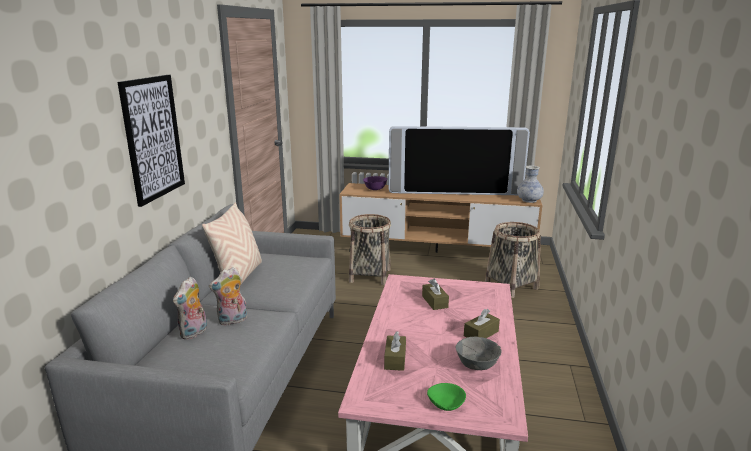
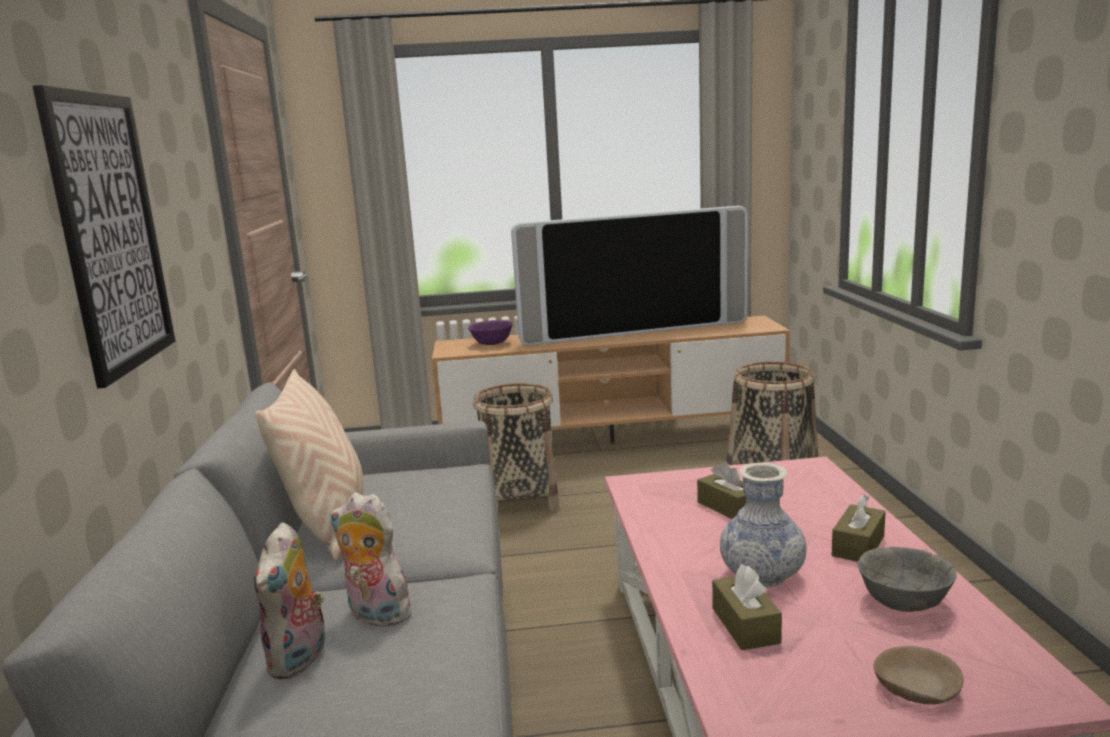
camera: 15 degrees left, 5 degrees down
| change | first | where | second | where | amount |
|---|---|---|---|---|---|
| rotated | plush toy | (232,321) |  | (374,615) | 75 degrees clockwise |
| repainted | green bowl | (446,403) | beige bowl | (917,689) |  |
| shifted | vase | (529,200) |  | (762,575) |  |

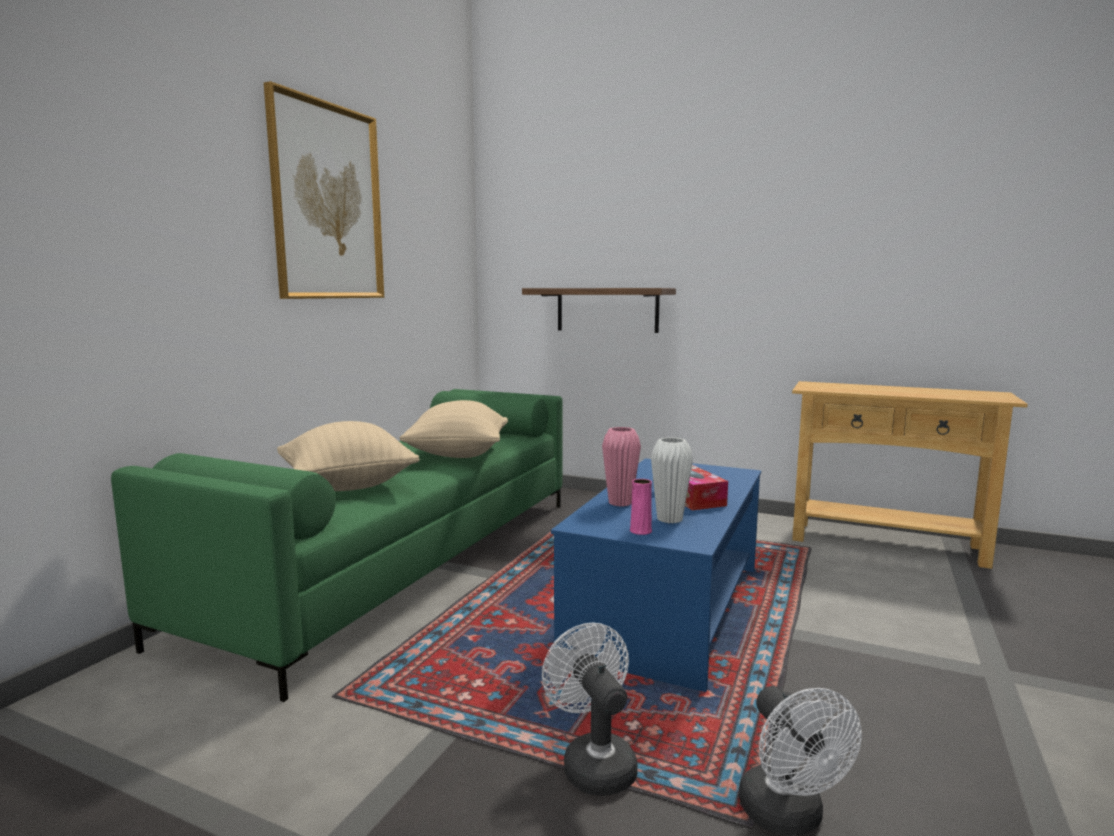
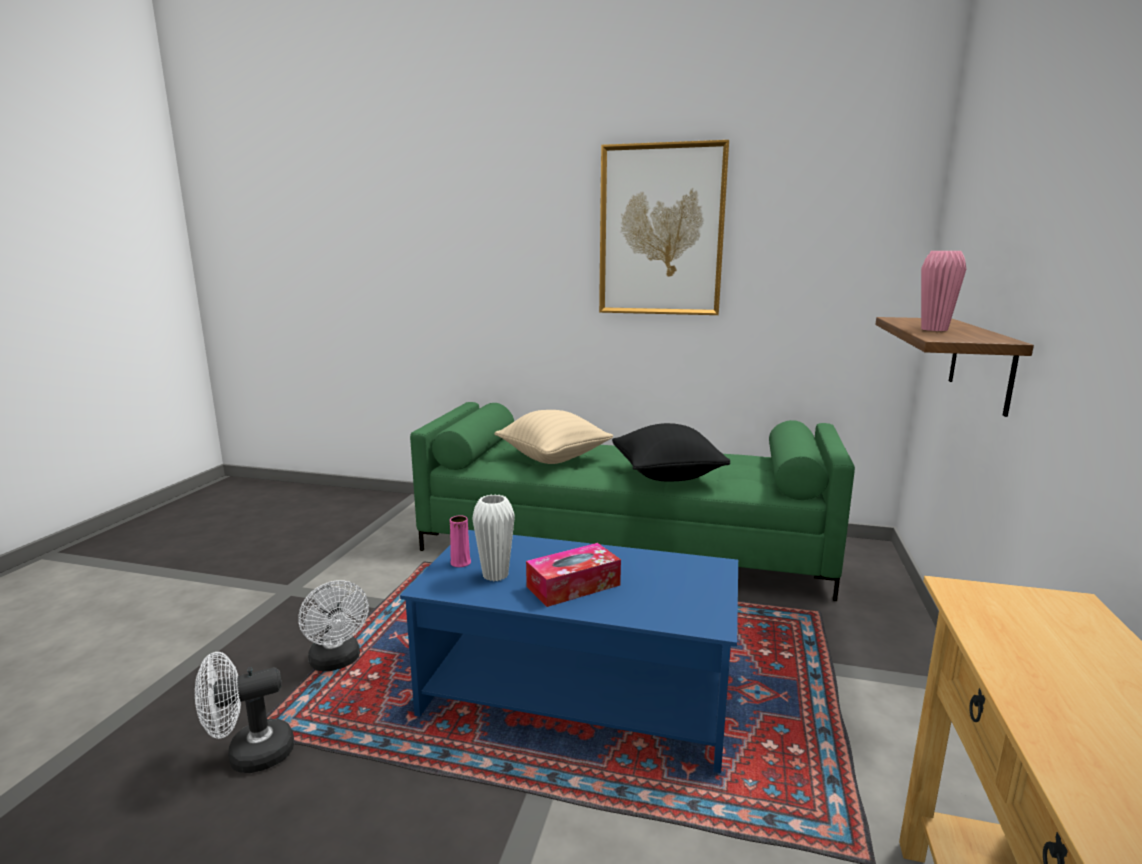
camera: 80 degrees right, 5 degrees up
| change | first | where | second | where | amount |
|---|---|---|---|---|---|
| repainted | beige pillow | (458,455) | black pillow | (667,476) |  |
| rotated | white fan | (593,762) |  | (337,662) | 90 degrees clockwise |
| shifted | pink vase | (620,503) |  | (934,329) |  |

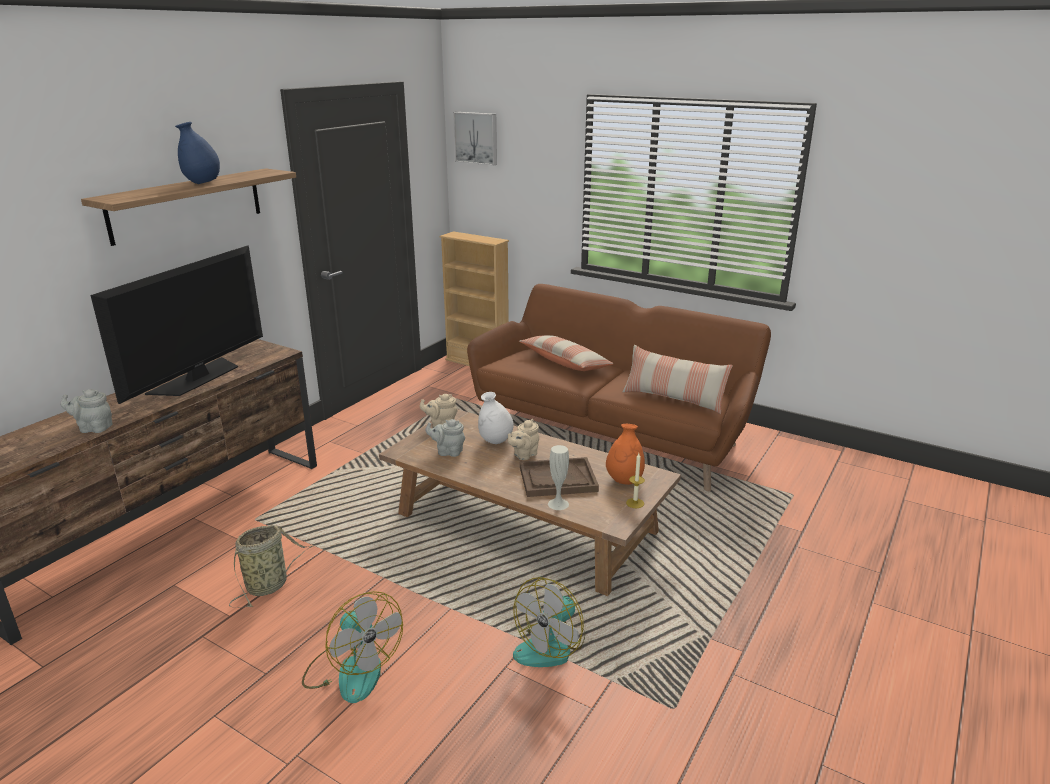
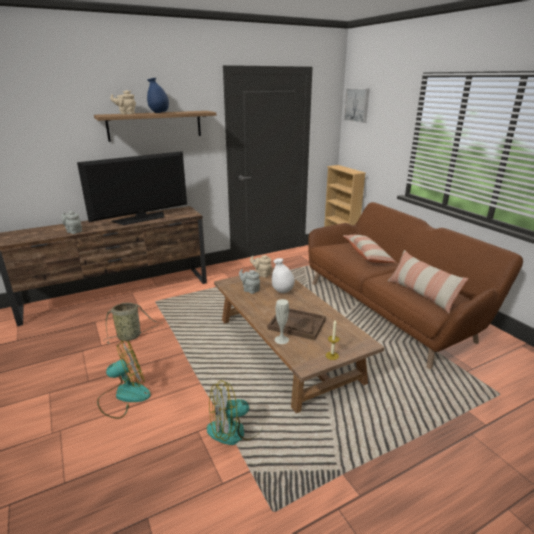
camera: 30 degrees right, 0 degrees up
| change | first | where | second | where | amount |
|---|---|---|---|---|---|
| rotated | fan | (352,669) |  | (124,396) | 105 degrees counterclockwise |
| shifted | beige teapot | (524,455) |  | (126,114) |  |
| gone | orange vase | (624,480) |  |  |  |

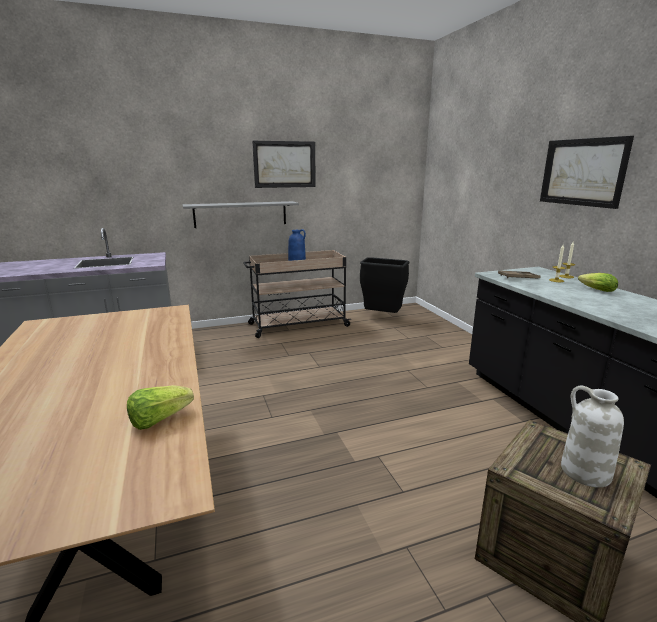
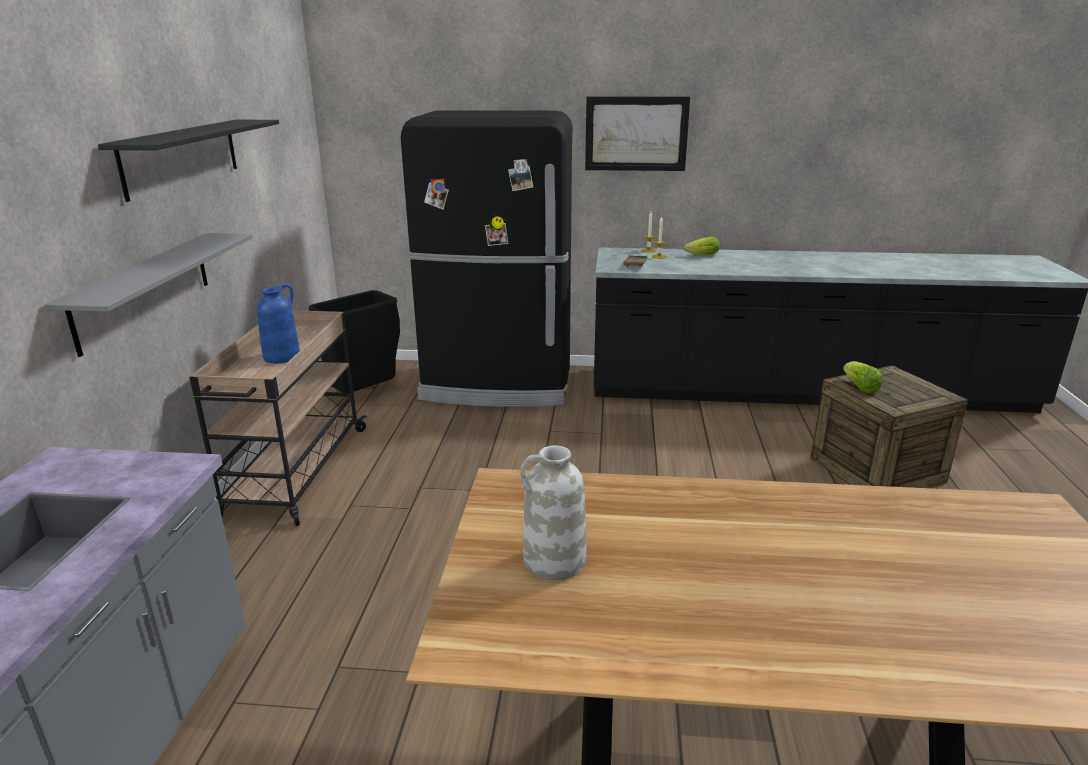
camera: 65 degrees left, 5 degrees up
| change | first | where | second | where | amount |
|---|---|---|---|---|---|
| shifted | lettuce | (159,419) |  | (859,387) |  |
| swapped | picture | (284,164) | black shelf | (182,156) |  |
| shifted | white vase | (584,472) |  | (554,562) |  |
| new |  |  | black fridge | (498,385) |  |

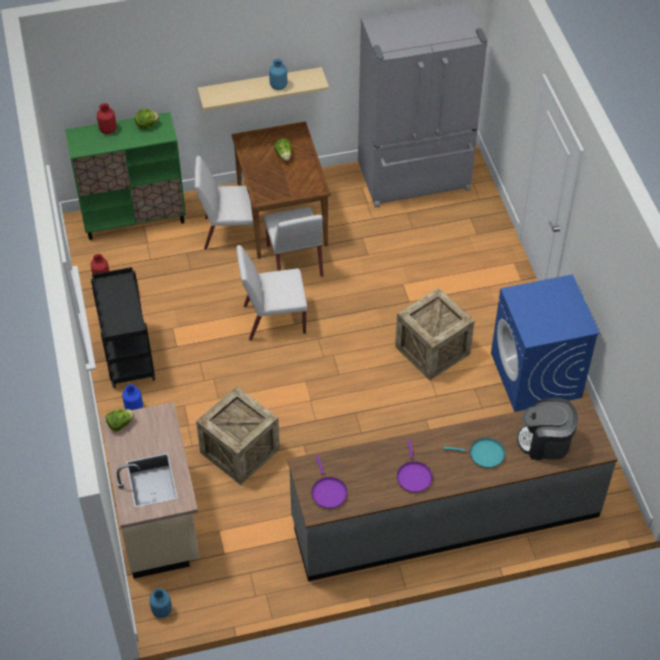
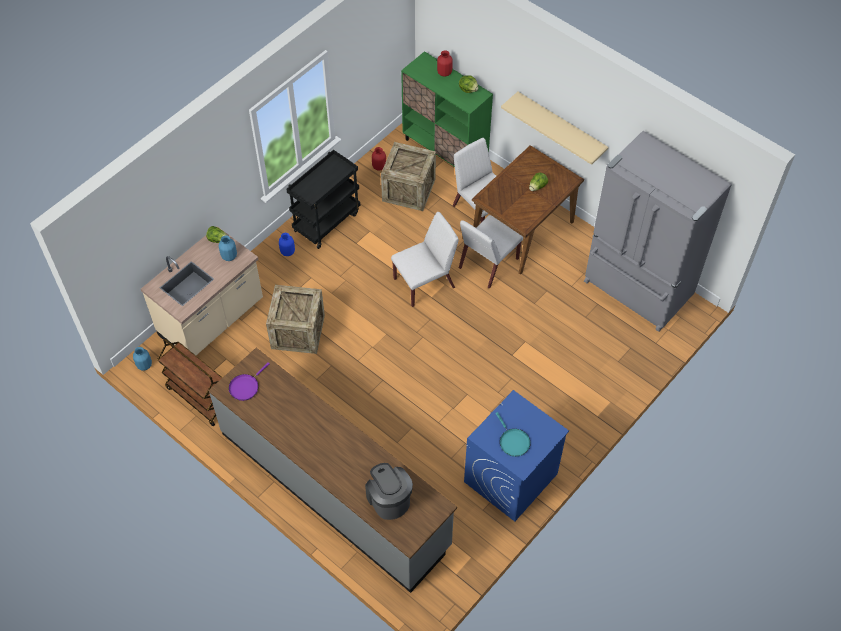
camera: 55 degrees right, 5 degrees up
| change | first | where | second | where | amount |
|---|---|---|---|---|---|
| rotated | white chair | (273,319) |  | (425,283) | 105 degrees clockwise |
| shifted | blue vase | (278,86) |  | (229,256) |  |
| shifted | crate | (432,350) |  | (408,190) |  |
| gone | purple frying pan | (413,476) |  |  |  |
| shifted | turquoise frying pan | (483,454) |  | (513,441) |  |
| new |  |  | brown cart | (199,397) |  |

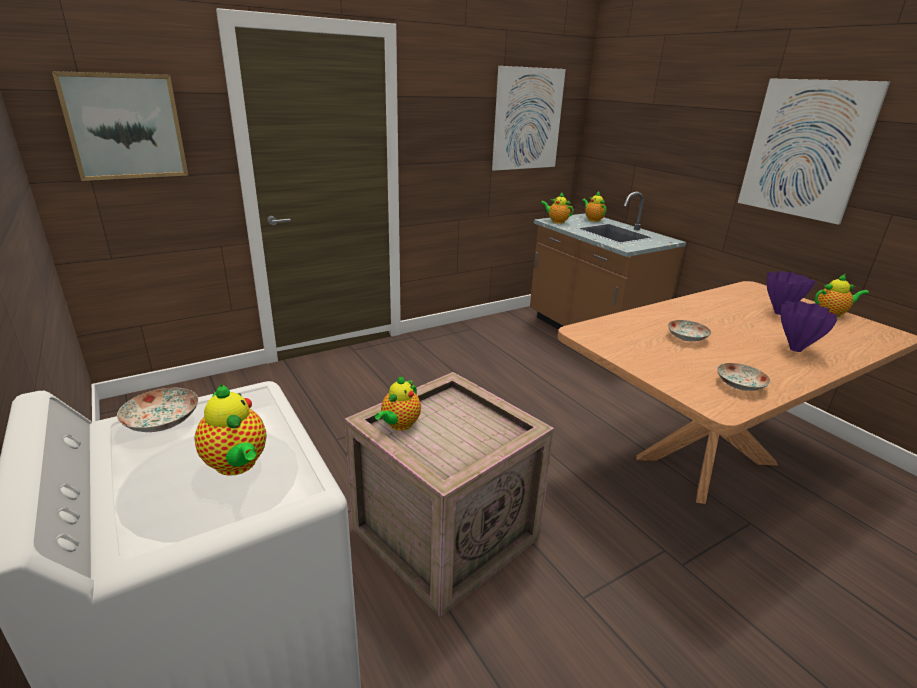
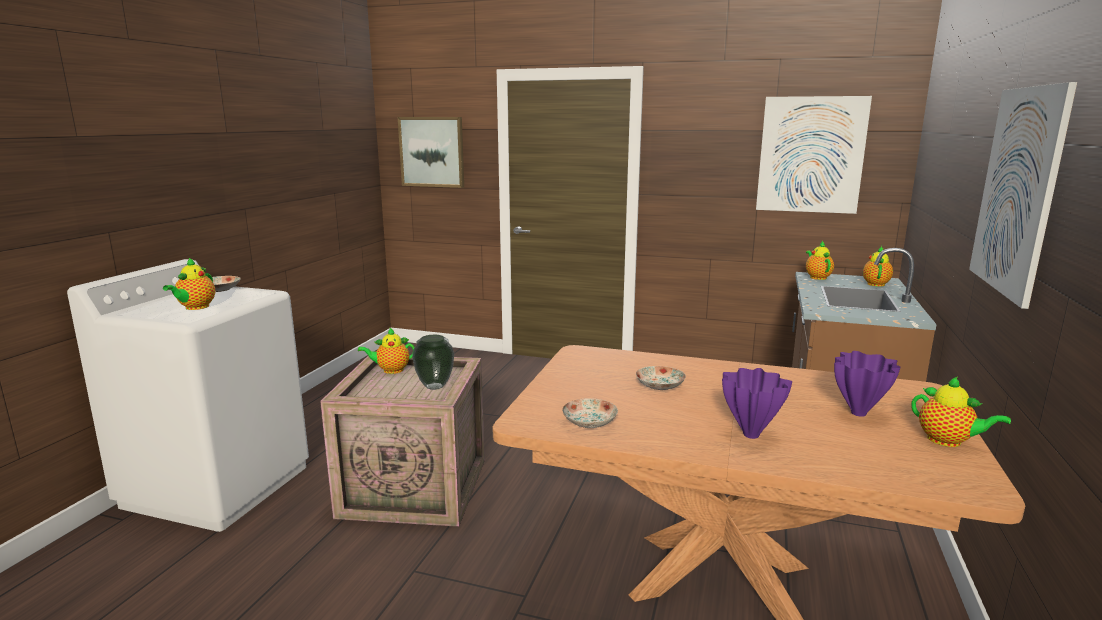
camera: 50 degrees right, 10 degrees down
| change | first | where | second | where | amount |
|---|---|---|---|---|---|
| new |  |  | vase | (434,386) |  |

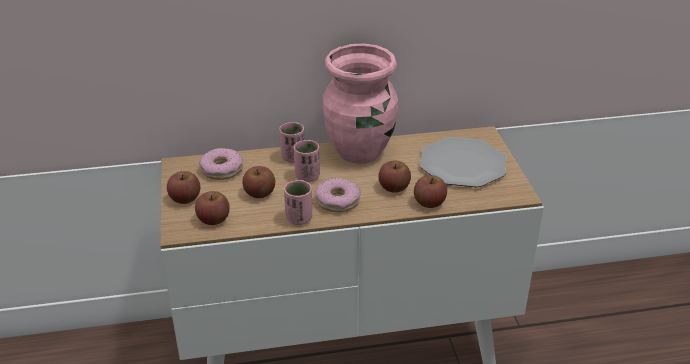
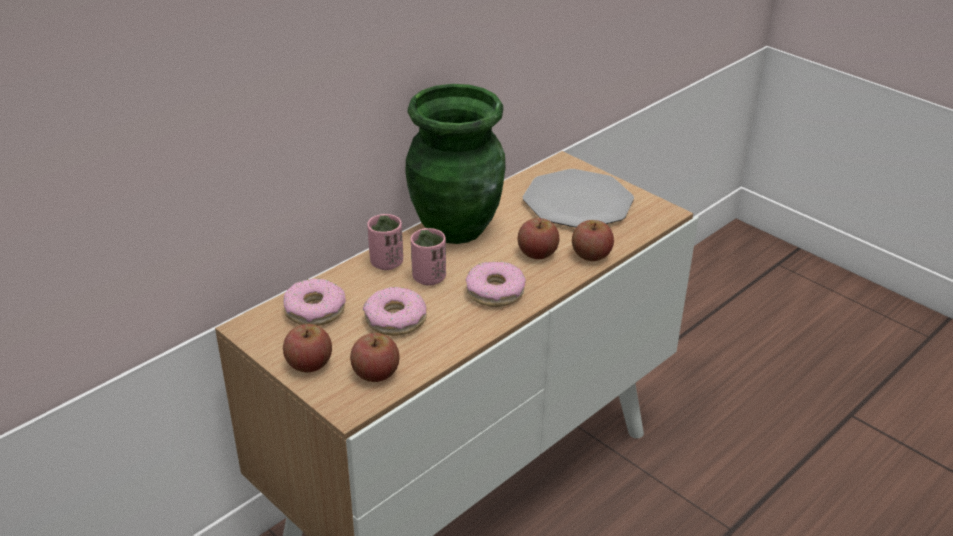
camera: 35 degrees left, 0 degrees up
| change | first | where | second | where | amount |
|---|---|---|---|---|---|
| swapped | apple | (259,193) | donut | (395,319) |  |
| gone | pink cup | (299,219) |  |  |  |
| repainted | pink vase | (360,152) | green vase | (456,228) |  |

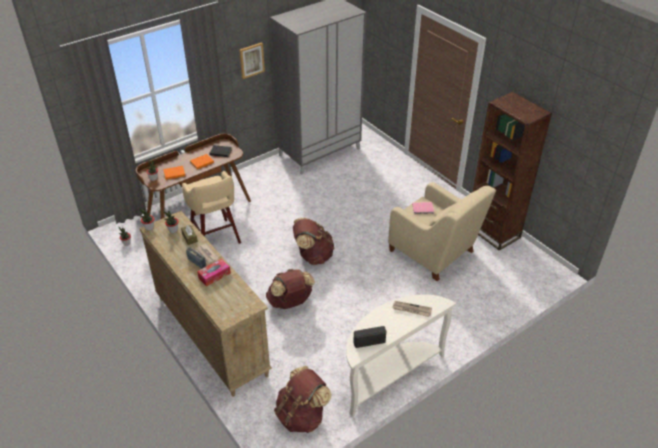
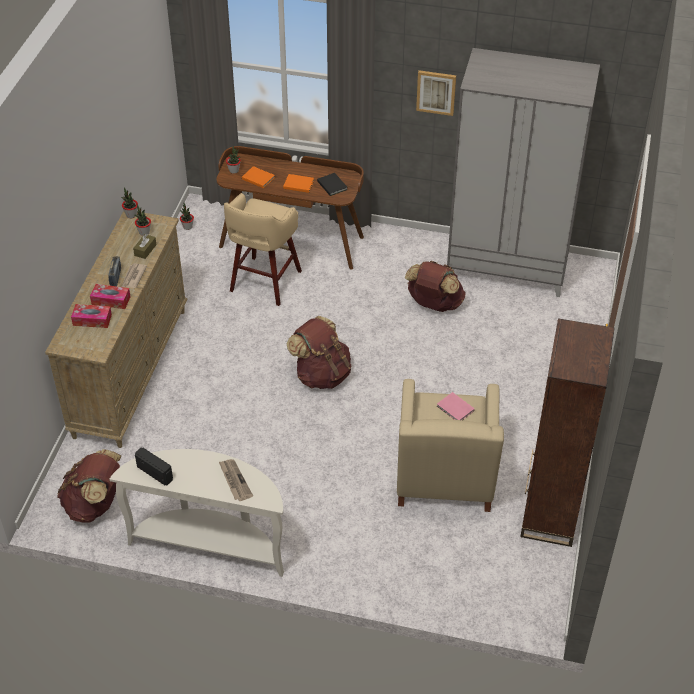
camera: 50 degrees right, 5 degrees up
| change | first | where | second | where | amount |
|---|---|---|---|---|---|
| shifted | brown backpack | (290,302) |  | (434,304) |  |
| new |  |  | tissue box | (92,320) |  |

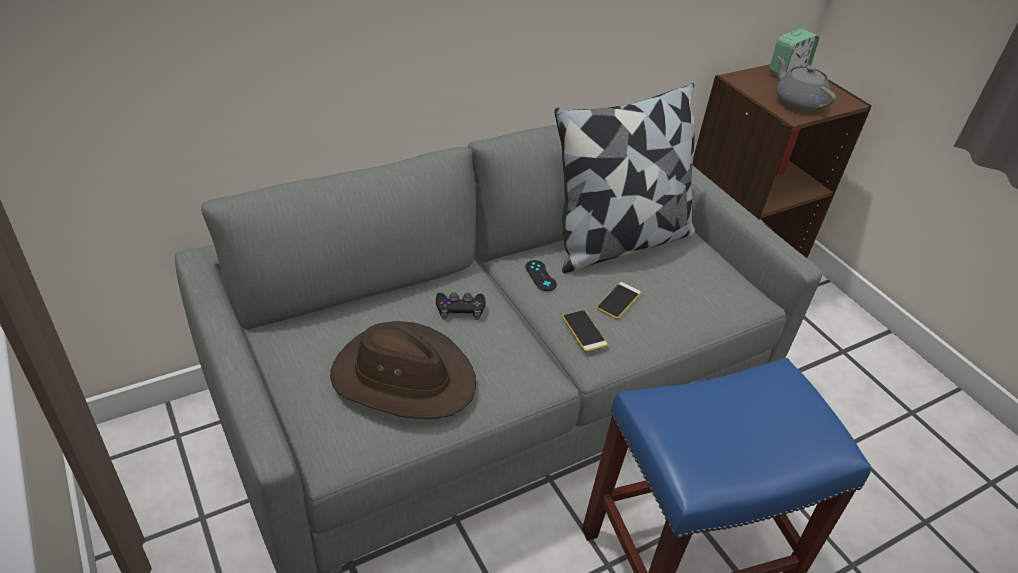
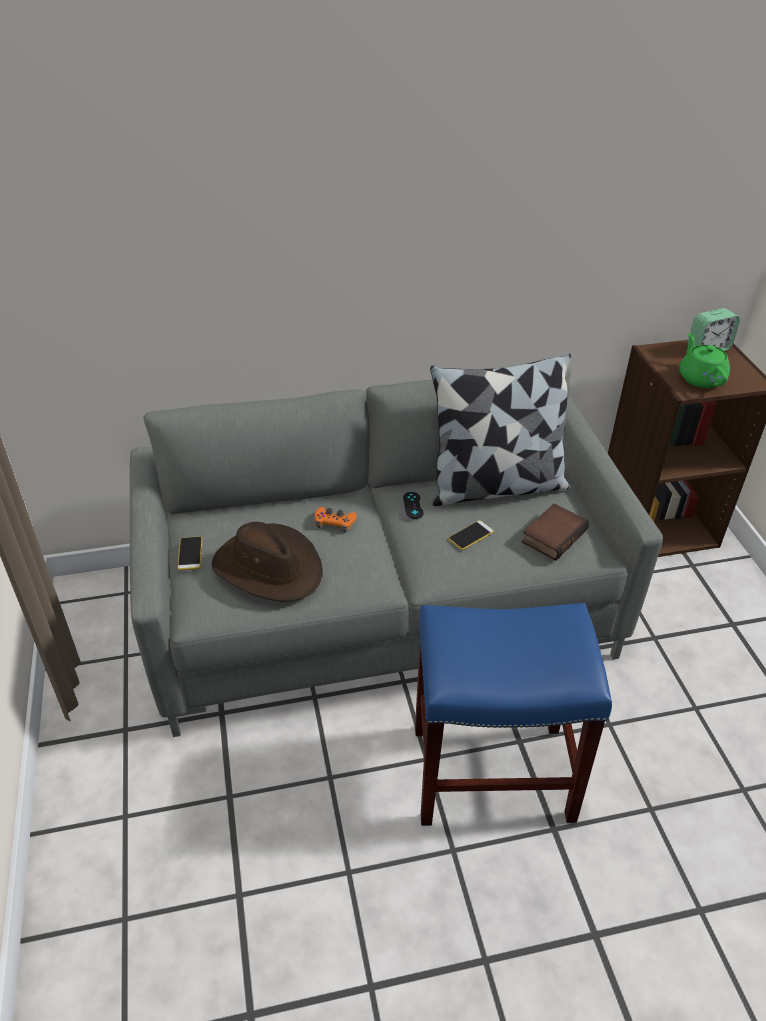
camera: 20 degrees right, 0 degrees up
| change | first | where | second | where | amount |
|---|---|---|---|---|---|
| repainted | black game controller | (460,309) | orange game controller | (334,522) |  |
| shifted | phone | (584,331) |  | (190,553) |  |
| repainted | grey teapot | (797,102) | green teapot | (700,378) |  |
| new |  |  | book | (553,535) |  |

